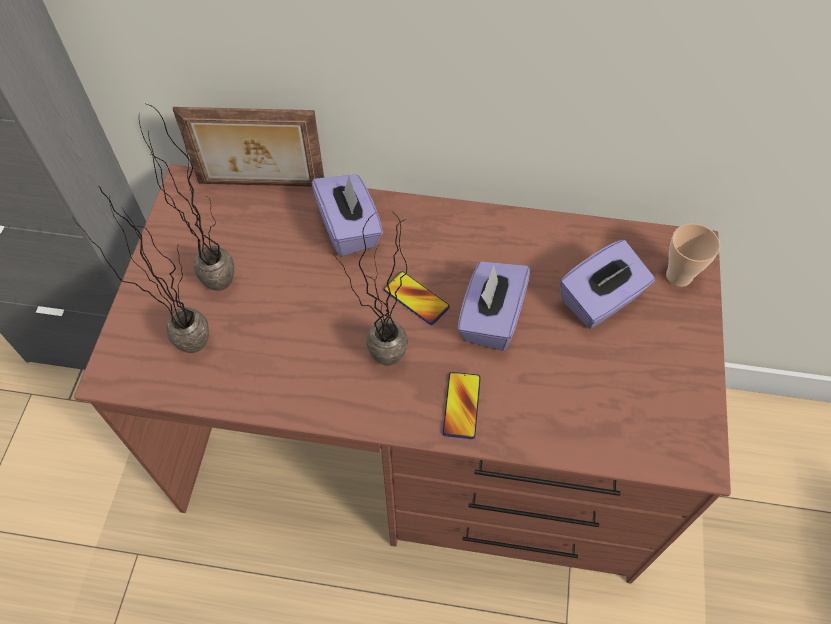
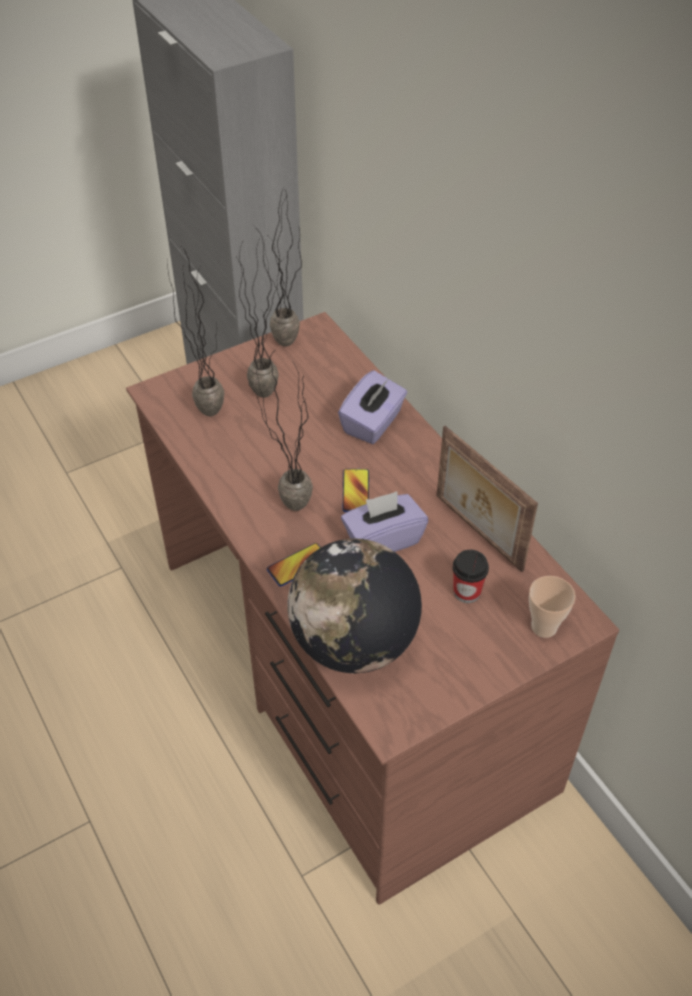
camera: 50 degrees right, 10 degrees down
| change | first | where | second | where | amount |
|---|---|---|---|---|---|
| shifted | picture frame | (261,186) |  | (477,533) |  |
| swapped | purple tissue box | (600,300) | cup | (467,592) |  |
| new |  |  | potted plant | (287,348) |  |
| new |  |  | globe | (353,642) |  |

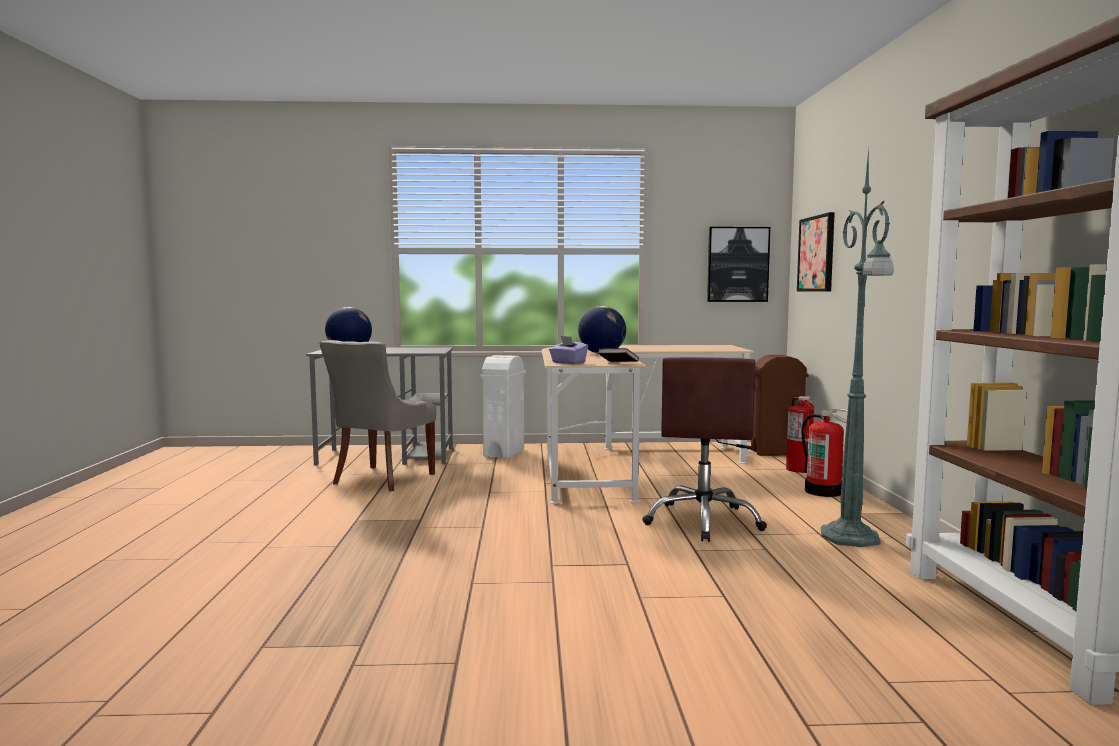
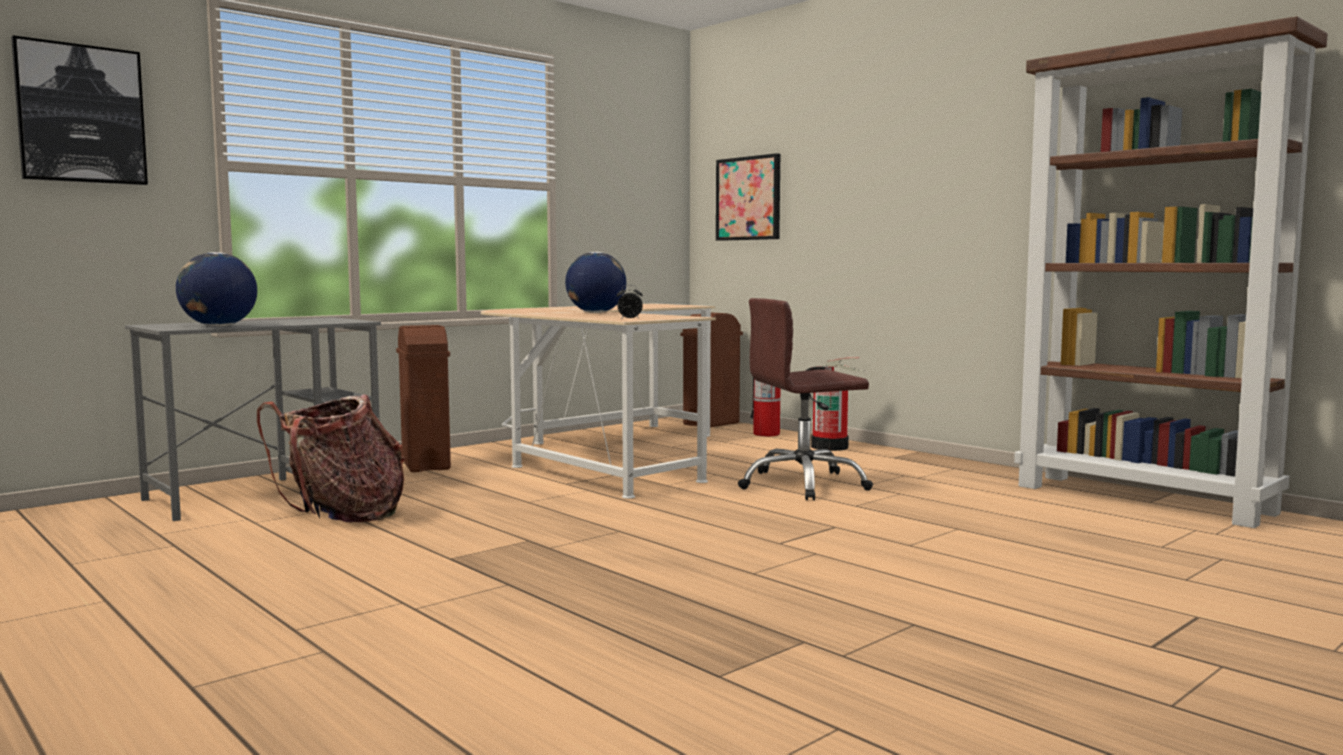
camera: 40 degrees left, 0 degrees up
| change | first | where | second | where | amount |
|---|---|---|---|---|---|
| swapped | grey chair | (381,479) | backpack | (342,516) |  |
| repainted | white trash can | (504,453) | brown trash can | (426,465) |  |
| swapped | purple tissue box | (568,363) | alarm clock | (629,319) |  |
| gone | book | (618,363) |  |  |  |
| rotated | brown office chair | (703,521) |  | (803,484) | 105 degrees clockwise |
| shifted | picture | (737,264) |  | (81,114) |  |
| gone | green floor lamp | (850,538) |  |  |  |

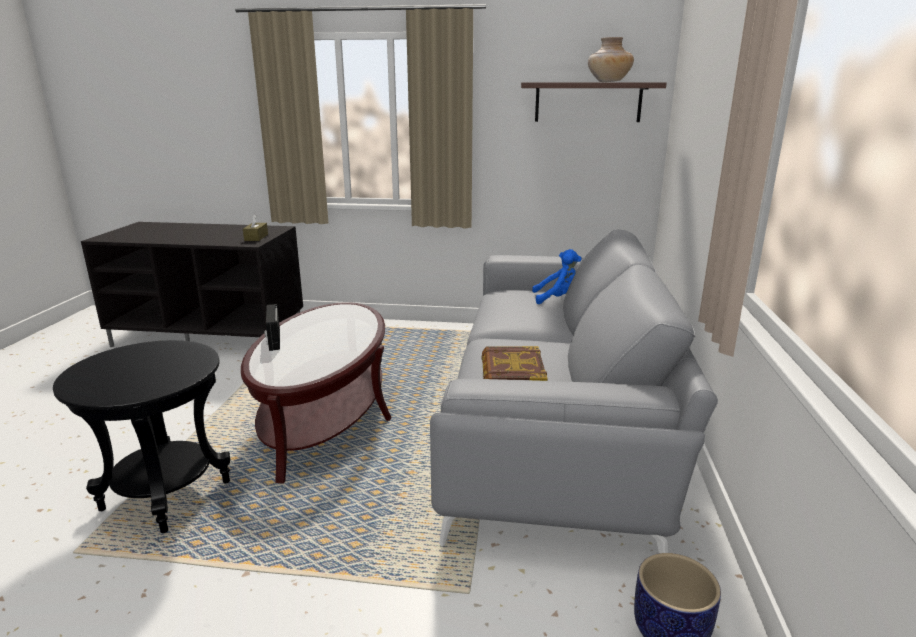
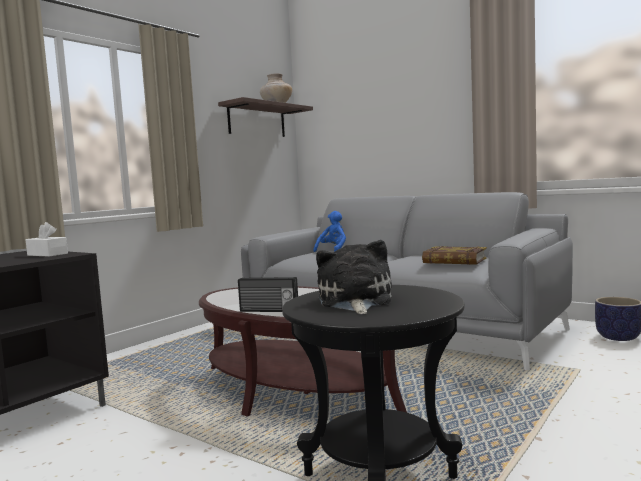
camera: 60 degrees left, 15 degrees down
| change | first | where | second | where | amount |
|---|---|---|---|---|---|
| repainted | brown tissue box | (256,237) | white tissue box | (47,254) |  |
| new |  |  | plush toy | (354,301) |  |

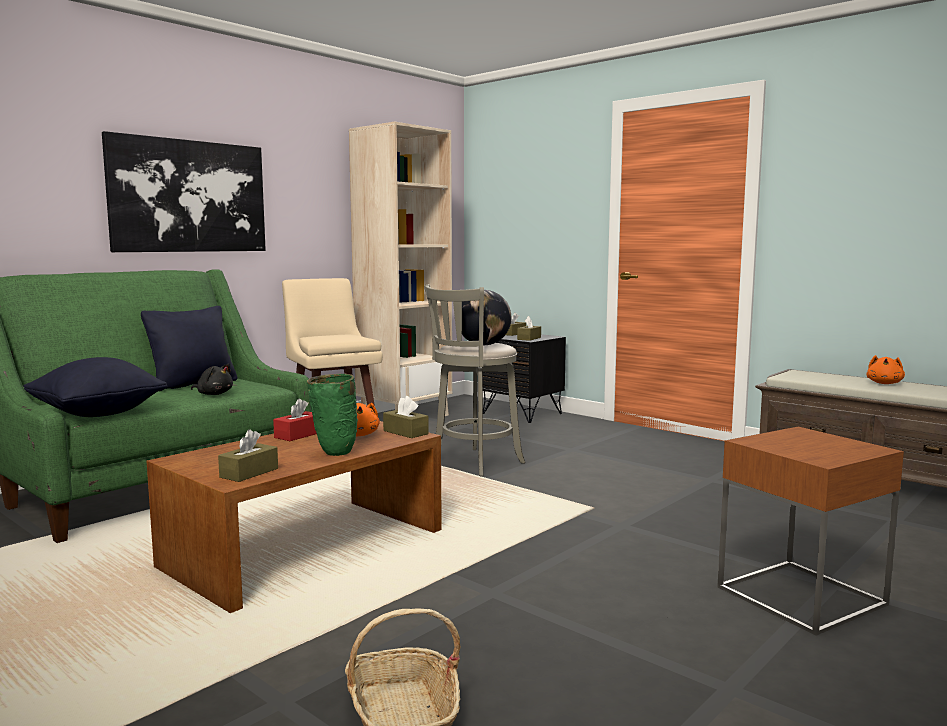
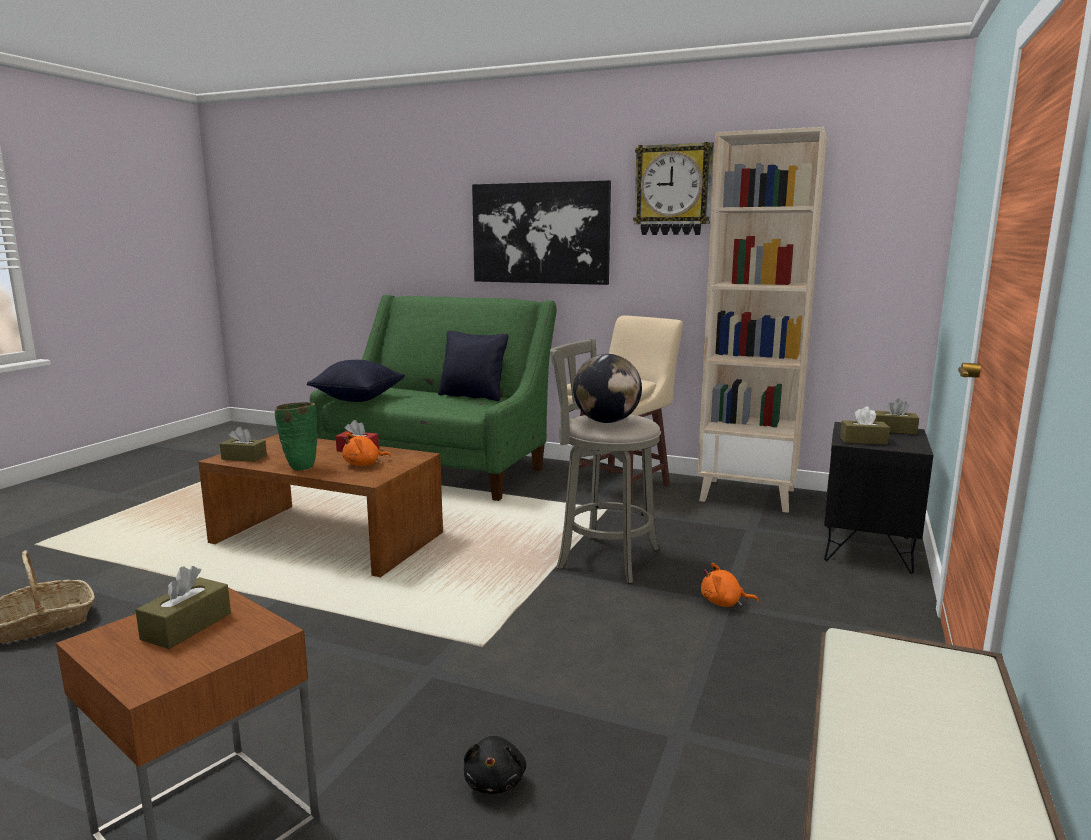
camera: 70 degrees right, 5 degrees up
| change | first | where | second | where | amount |
|---|---|---|---|---|---|
| shifted | black plush toy | (214,394) |  | (495,781) |  |
| shifted | brown tissue box | (405,432) |  | (187,626) |  |
| shifted | orange plush toy | (884,383) |  | (724,603) |  |
| new |  |  | wall clock | (673,190) |  |

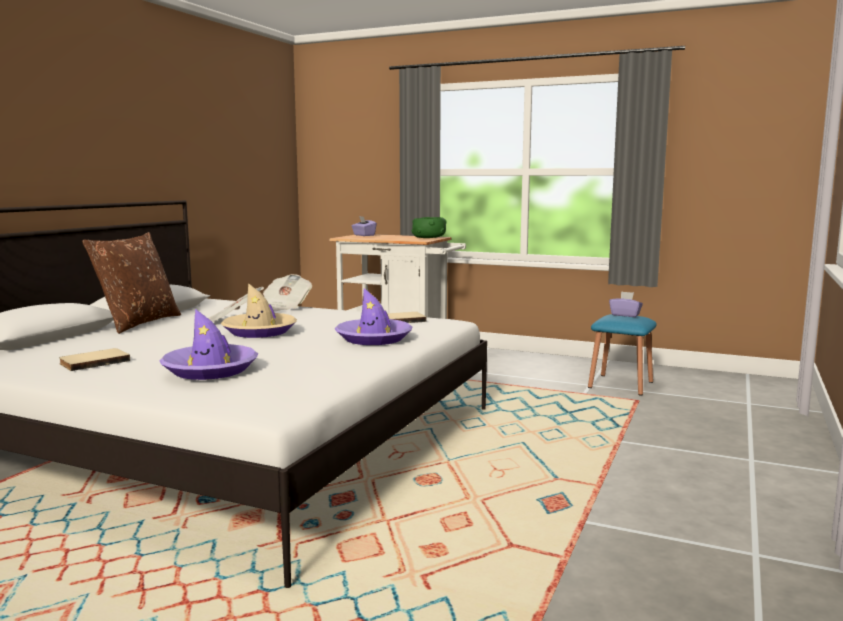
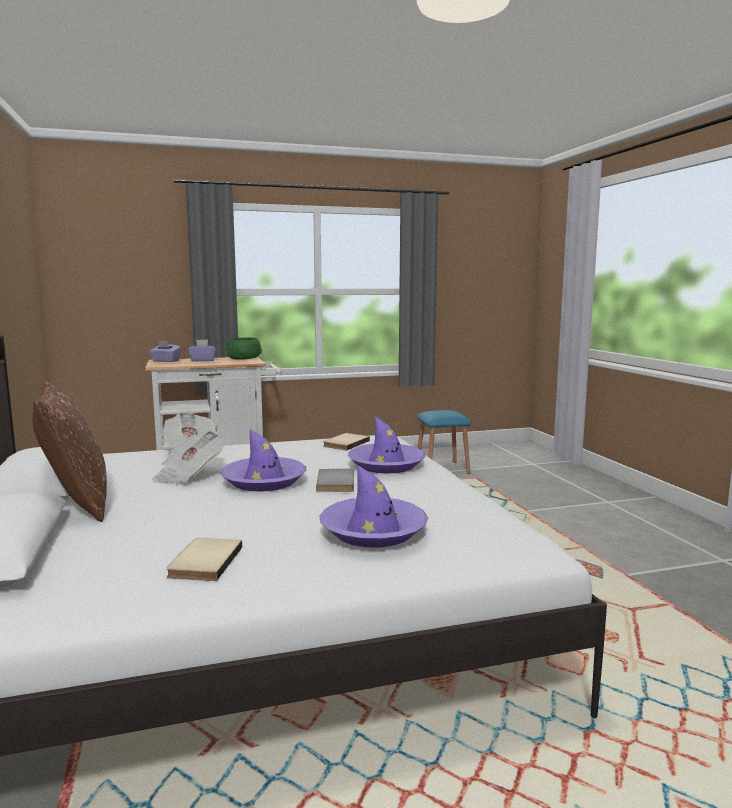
camera: 40 degrees left, 0 degrees up
| change | first | where | second | where | amount |
|---|---|---|---|---|---|
| repainted | beige hat | (259,331) | purple hat | (264,481) |  |
| shifted | purple tissue box | (625,315) |  | (202,360) |  |
| new |  |  | grey book | (337,483) |  |

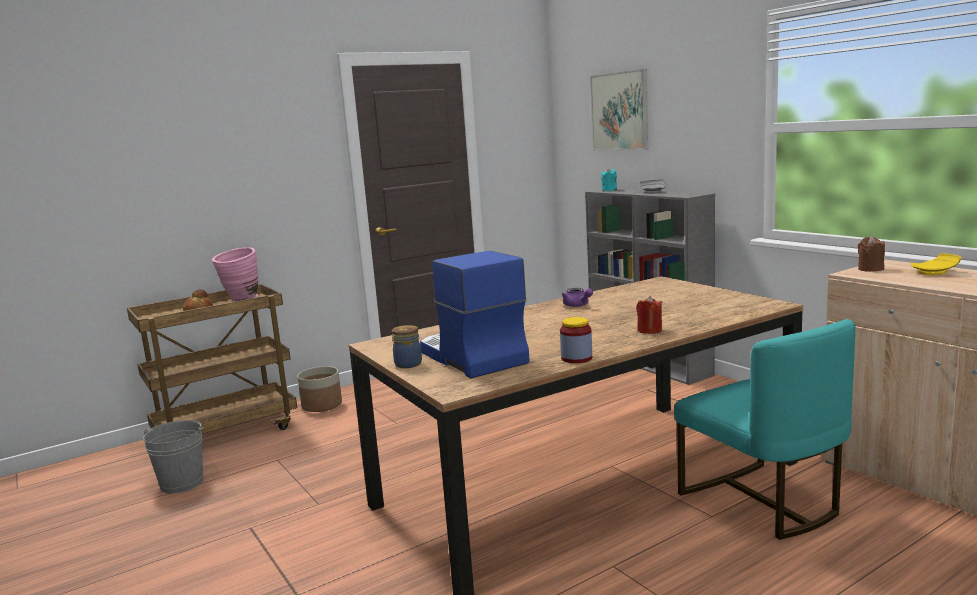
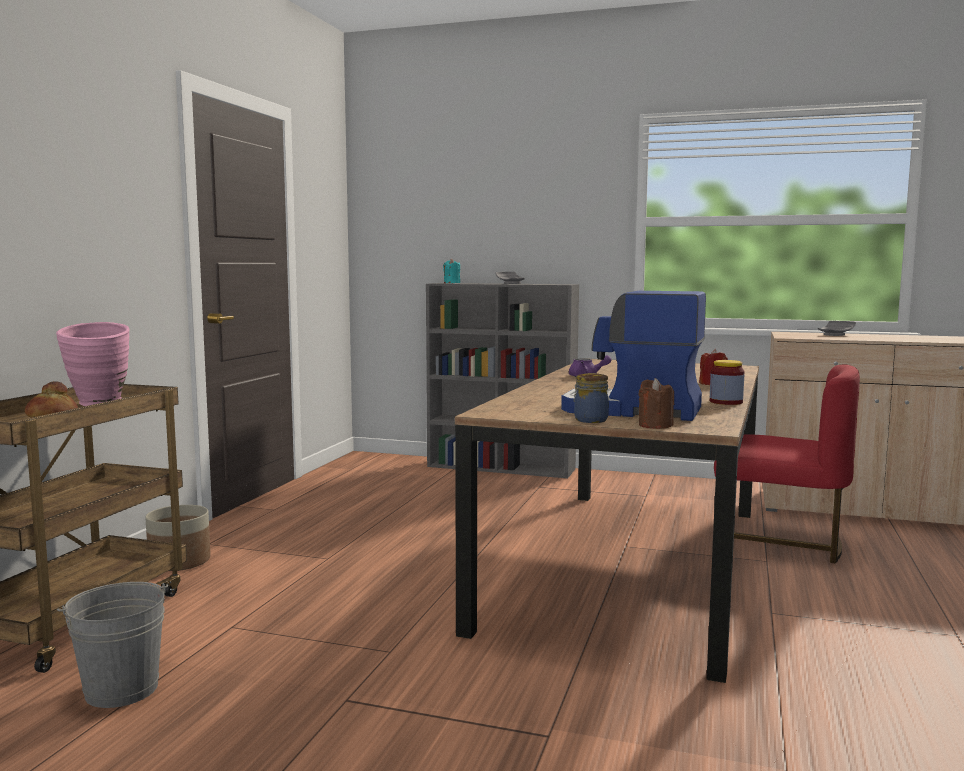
camera: 40 degrees left, 5 degrees down
| change | first | where | second | where | amount |
|---|---|---|---|---|---|
| gone | picture | (619,111) |  |  |  |
| repainted | turquoise chair | (762,502) | red chair | (778,543) |  |
| shifted | brown candle | (870,269) |  | (655,425) |  |
| repainted | yellow plate | (935,272) | grey plate | (836,335) |  |

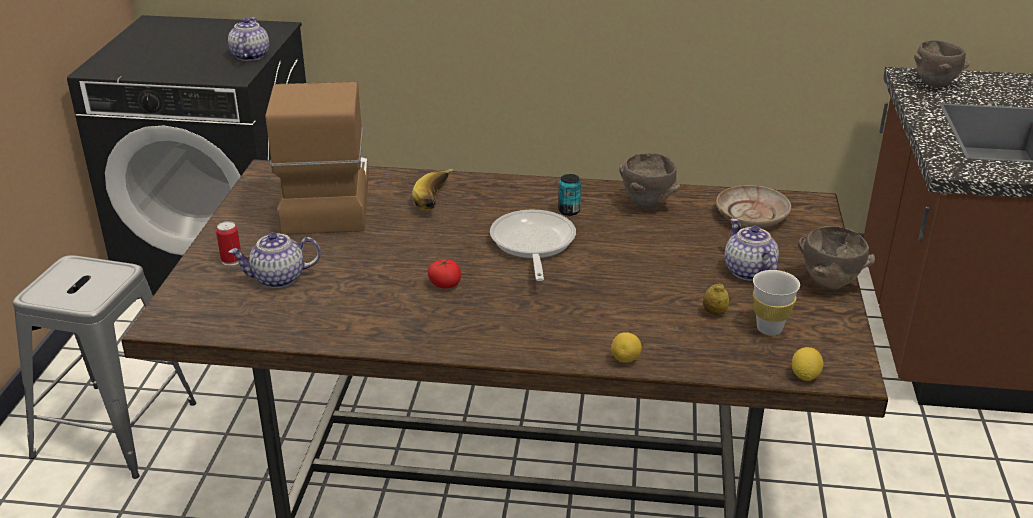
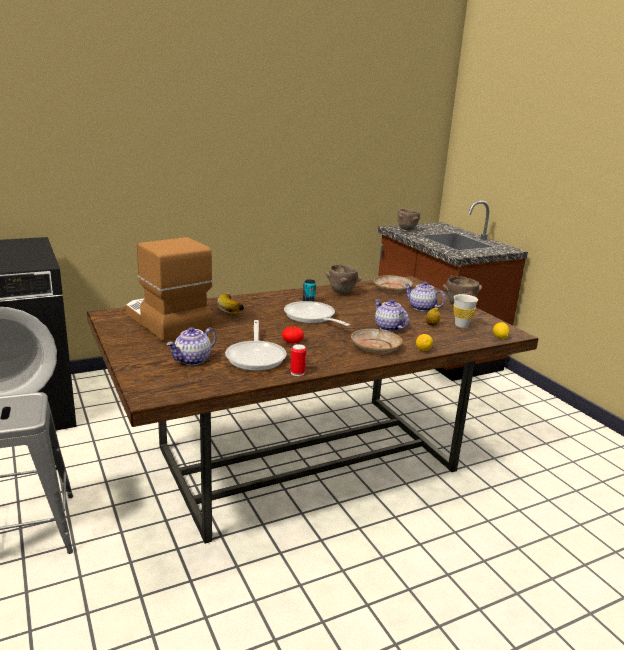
camera: 35 degrees left, 10 degrees down
| change | first | where | second | where | amount |
|---|---|---|---|---|---|
| shifted | can | (231,260) |  | (297,373) |  |
| shifted | teapot | (250,56) |  | (388,327) |  |
| new |  |  | frying pan | (256,357) |  |
| new |  |  | beige plate | (375,347) |  |

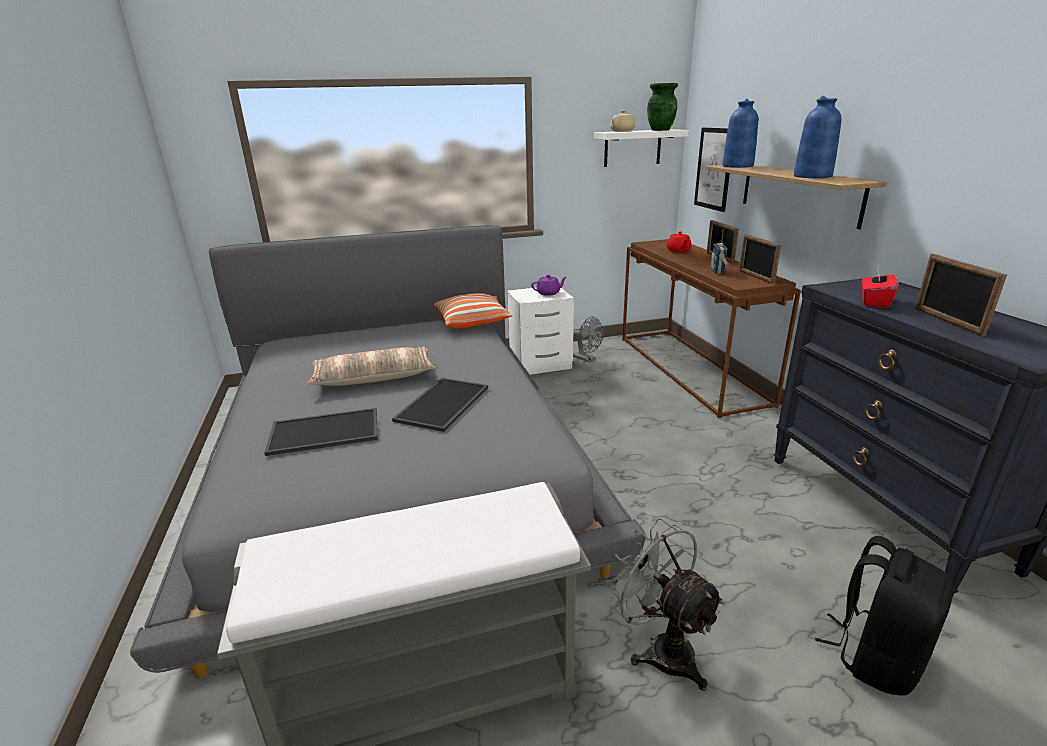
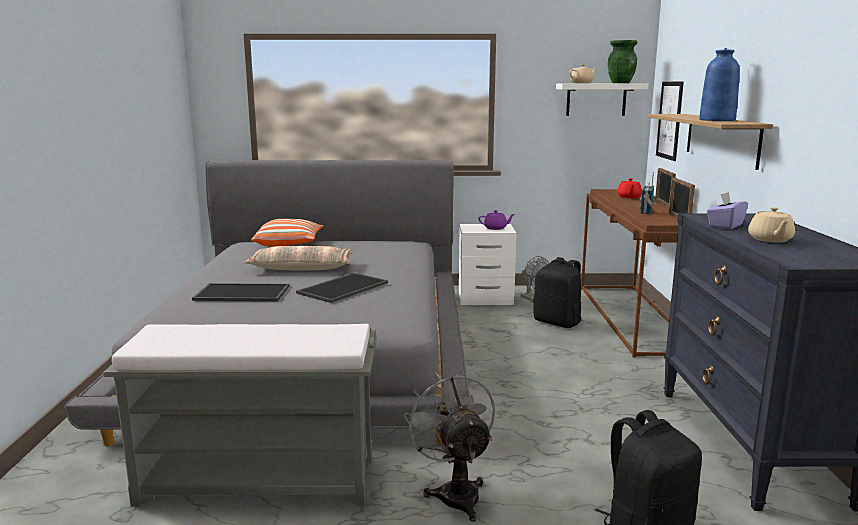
camera: 15 degrees right, 10 degrees down
| change | first | where | second | where | amount |
|---|---|---|---|---|---|
| shifted | pillow | (473,322) |  | (289,244) |  |
| gone | blue vase | (737,166) |  |  |  |
| repainted | red tissue box | (874,302) | purple tissue box | (725,225) |  |
| swapped | picture frame | (947,321) | beige teapot | (770,240) |  |
| new |  |  | black backpack | (558,322) |  |

